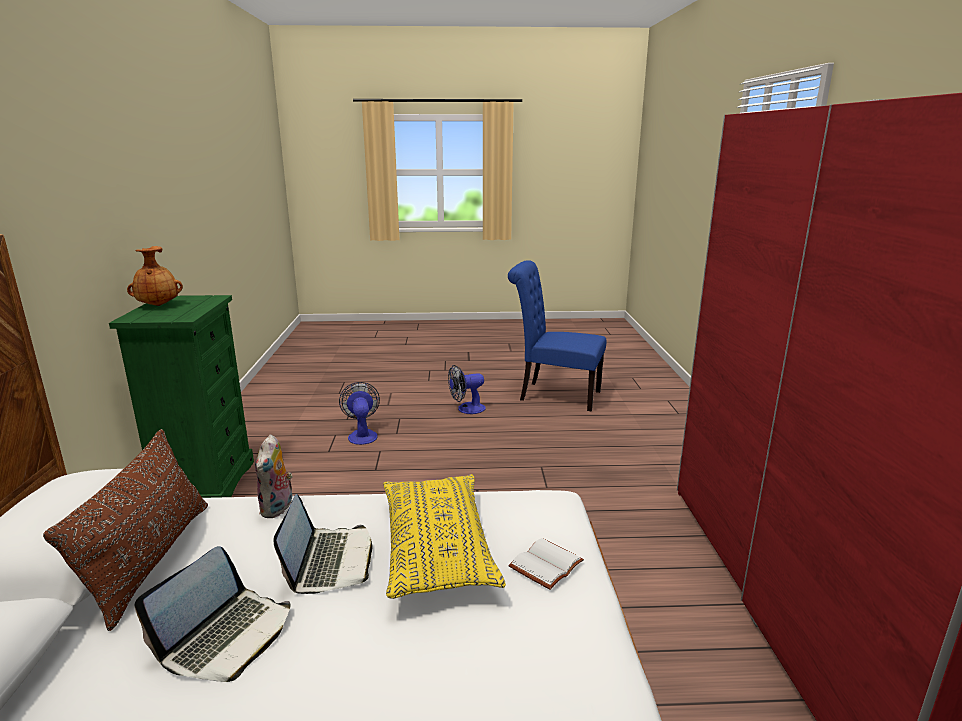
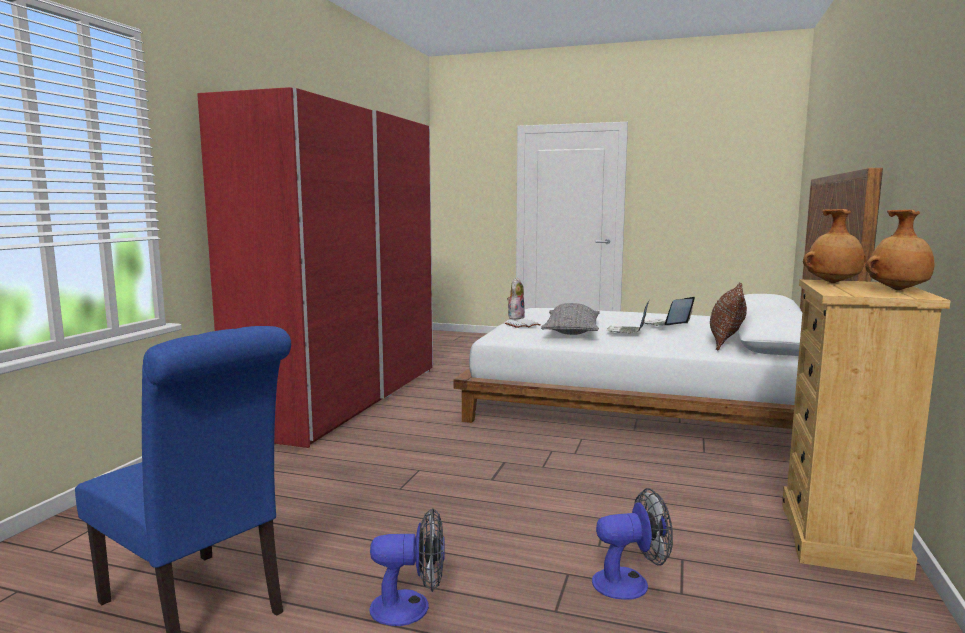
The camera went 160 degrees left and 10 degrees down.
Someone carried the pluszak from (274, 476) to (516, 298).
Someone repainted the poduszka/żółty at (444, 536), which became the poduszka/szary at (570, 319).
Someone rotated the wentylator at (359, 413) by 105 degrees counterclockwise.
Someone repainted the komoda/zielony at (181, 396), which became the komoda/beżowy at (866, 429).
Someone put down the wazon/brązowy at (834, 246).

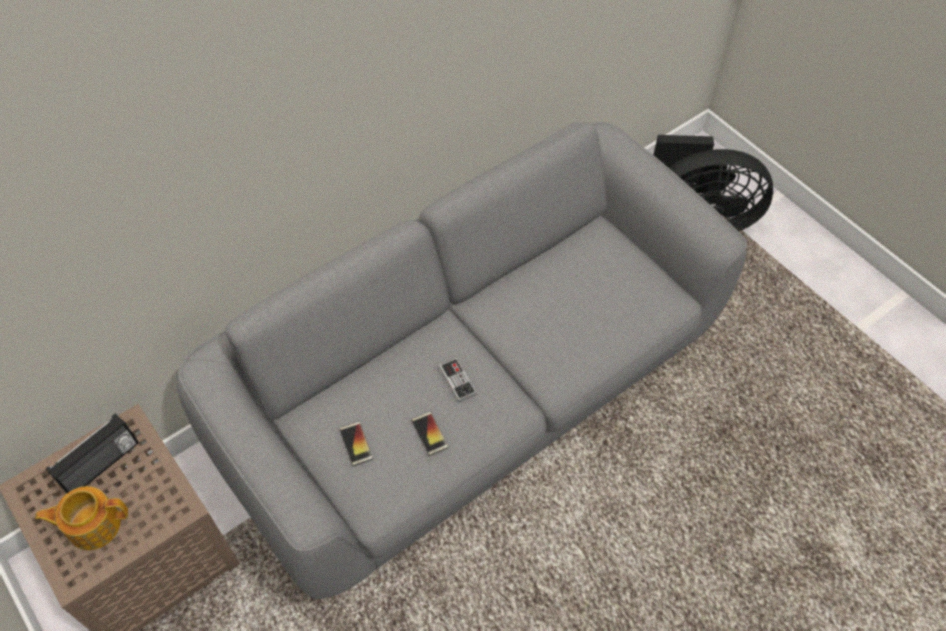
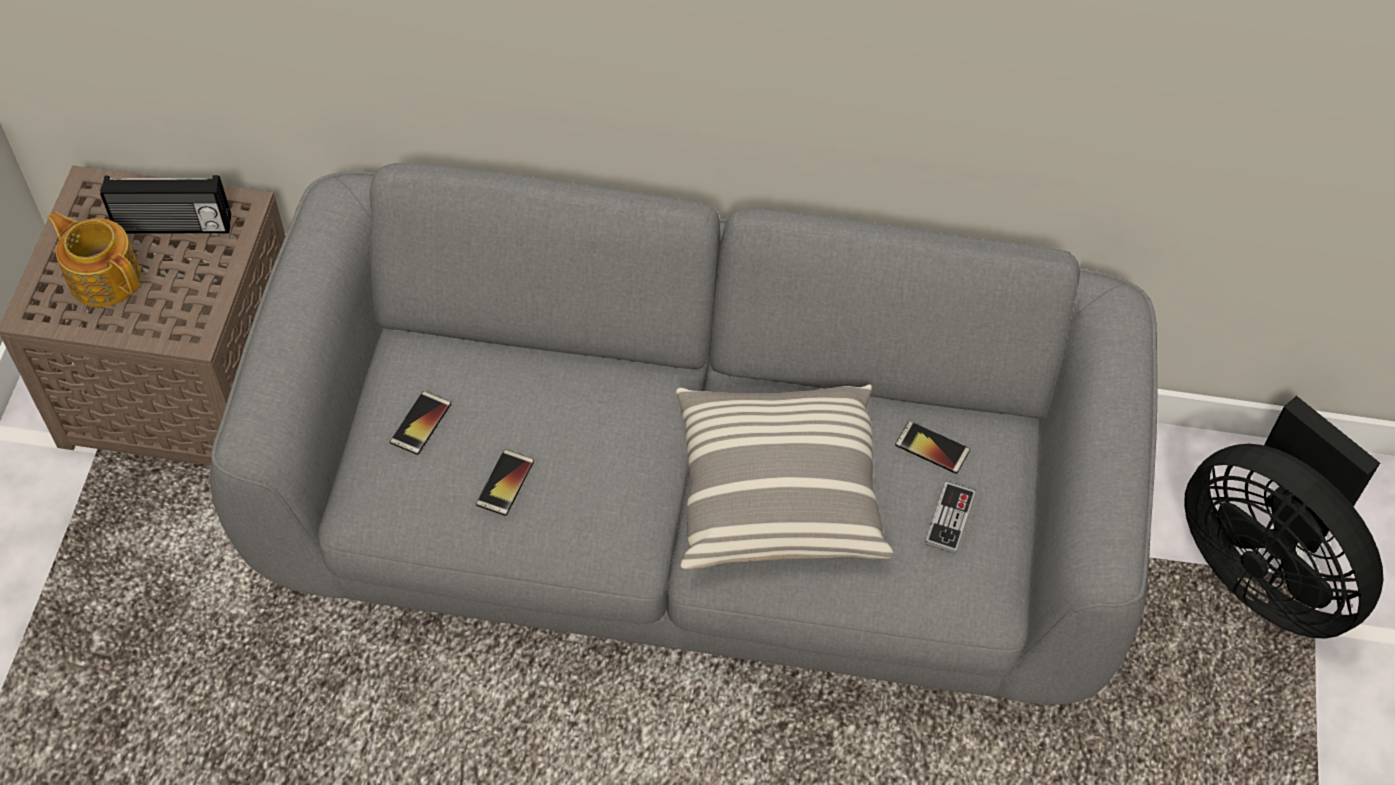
The camera went 45 degrees right and 0 degrees up.
Someone put down the poduszka at (784, 476).
Someone put down the telefon at (932, 447).
Someone carried the pad do gier from (458, 380) to (950, 517).

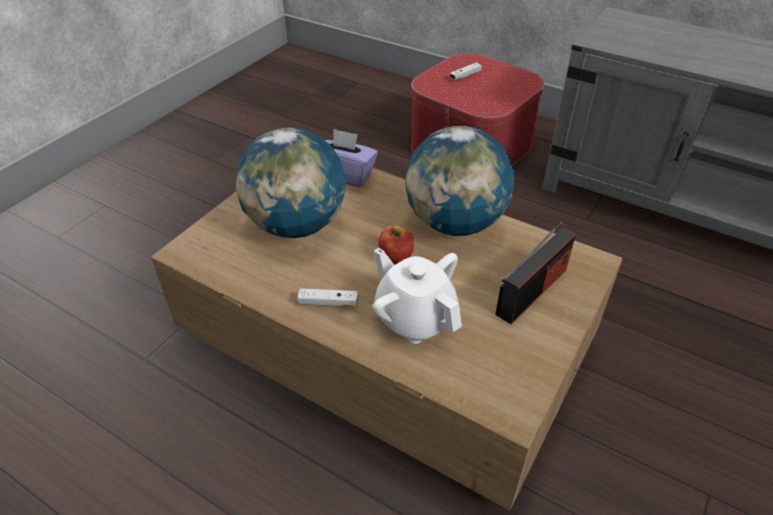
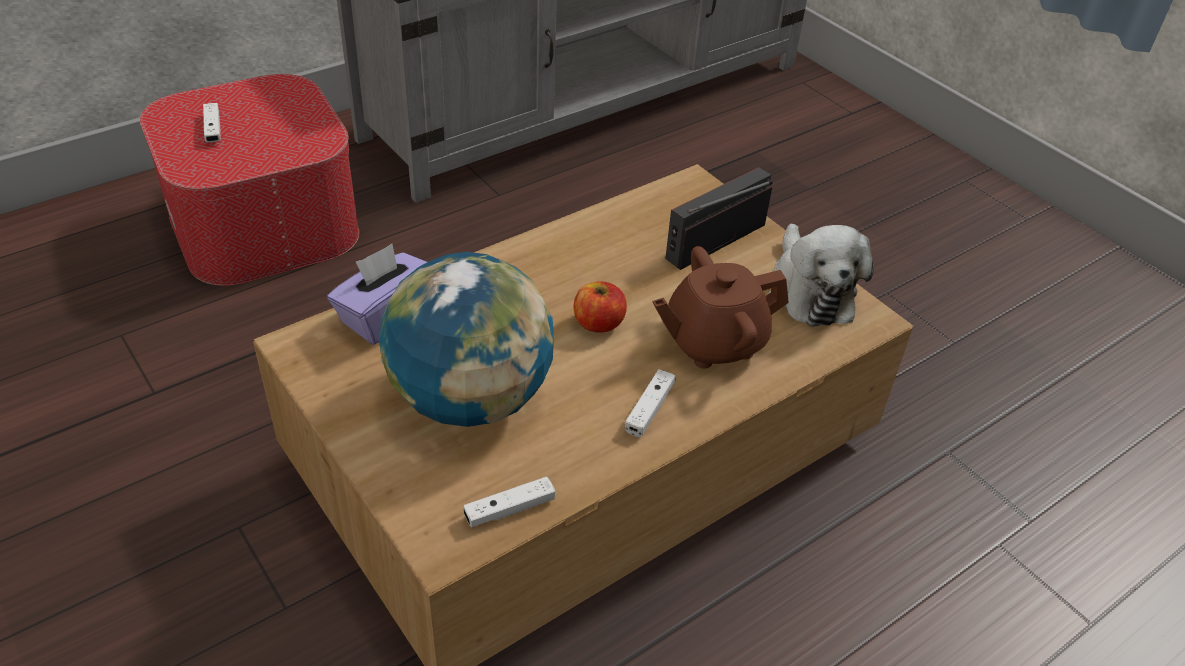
The camera went 70 degrees left and 0 degrees up.
Someone put down the pad do gier/biały at (509, 501).
Someone repainted the imbryk/biały at (417, 296), which became the imbryk/brązowy at (721, 307).
Someone rotated the radio at (535, 272) by 105 degrees counterclockwise.
Someone put down the pluszak at (821, 275).
Someone took away the globus at (460, 181).

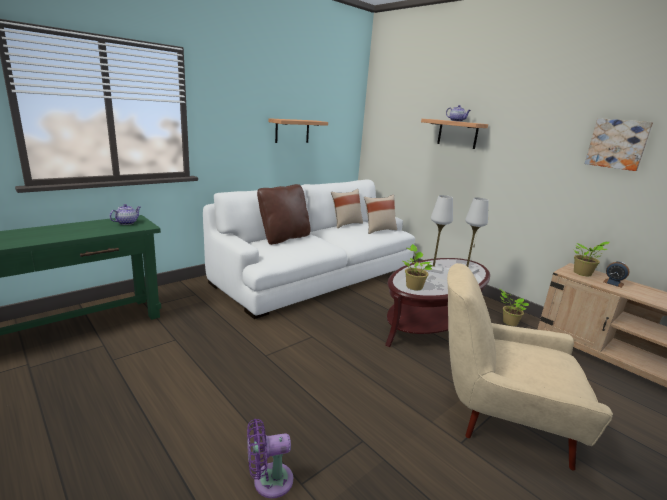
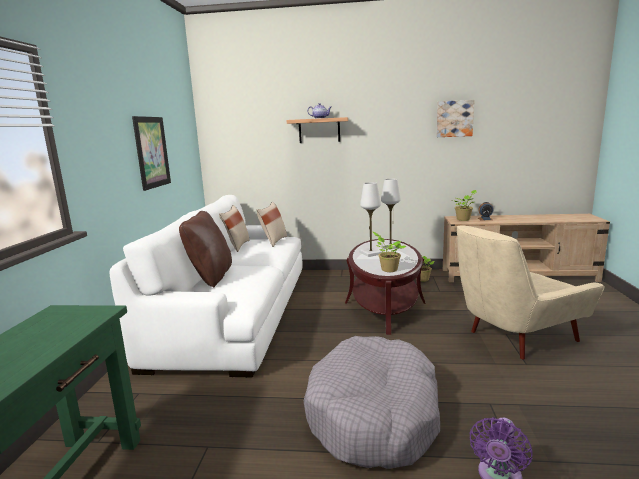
The camera went 40 degrees left and 5 degrees down.
Someone swapped the półka at (298, 130) for the obraz at (151, 153).
Someone put down the legowisko/szary at (372, 402).
Someone took away the imbryk at (124, 214).

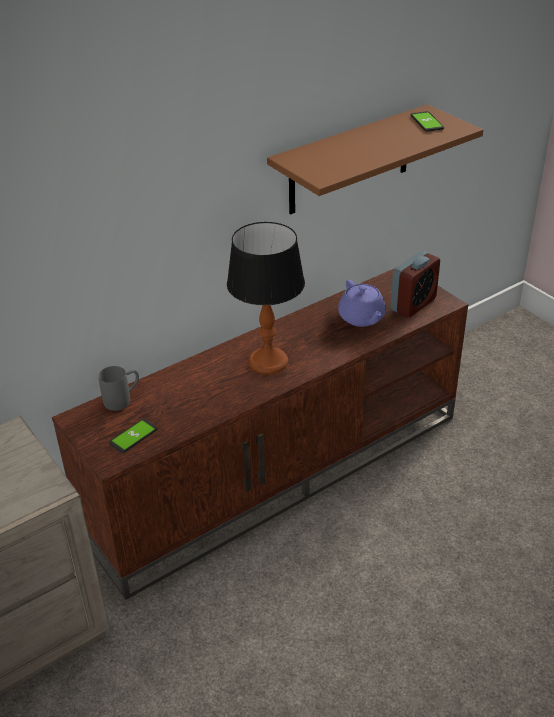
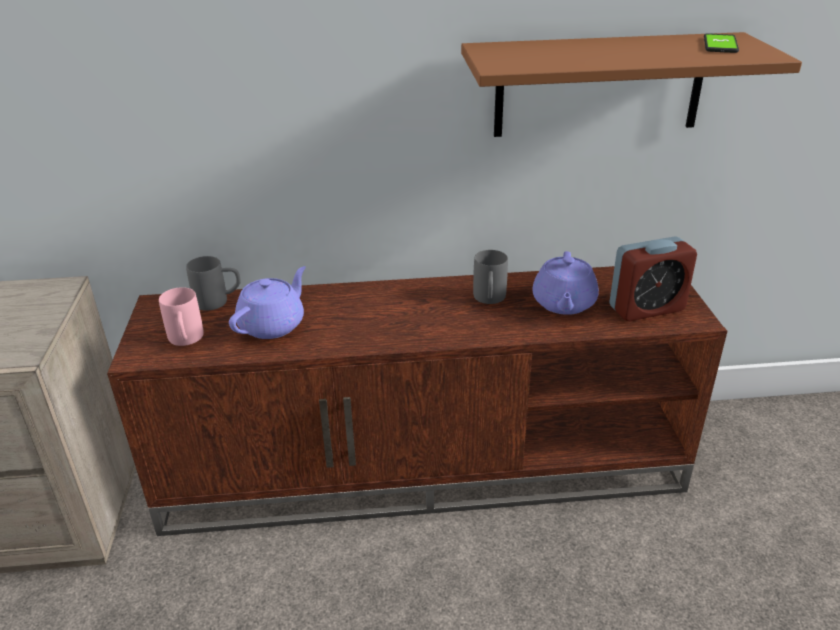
The camera went 30 degrees right and 5 degrees down.
Someone swapped the telefon at (133, 436) for the kubek/różowy at (181, 316).
Someone put down the imbryk/fioletowy at (267, 302).
Someone put down the kubek/szary at (490, 277).
Someone took away the lampa stołowa at (266, 298).

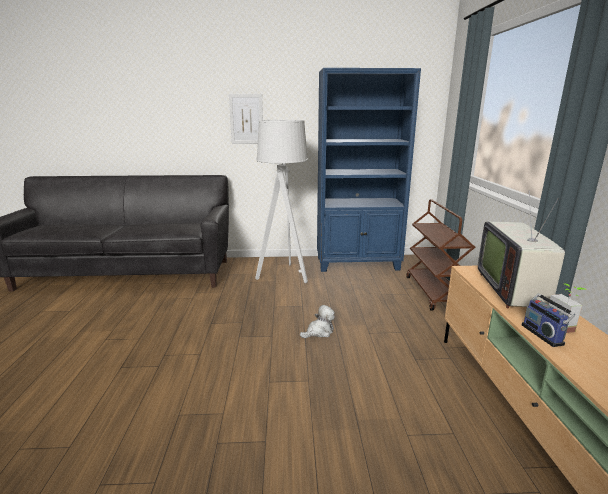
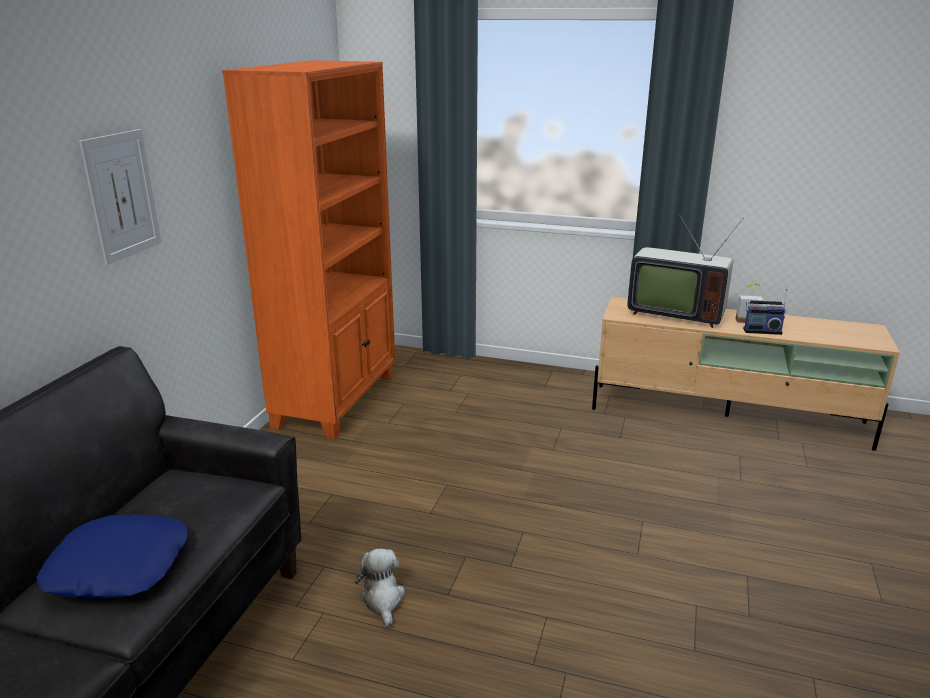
The camera went 70 degrees left and 5 degrees up.
Someone put down the poduszka/niebieski at (111, 556).
Someone repainted the regał/niebieski at (369, 170), which became the regał/pomarańczowy at (308, 249).
Someone carried the pluszak from (317, 321) to (380, 587).
Someone took away the lampa stojąca/szary at (281, 201).
Someone took away the wózek/brązowy at (440, 255).

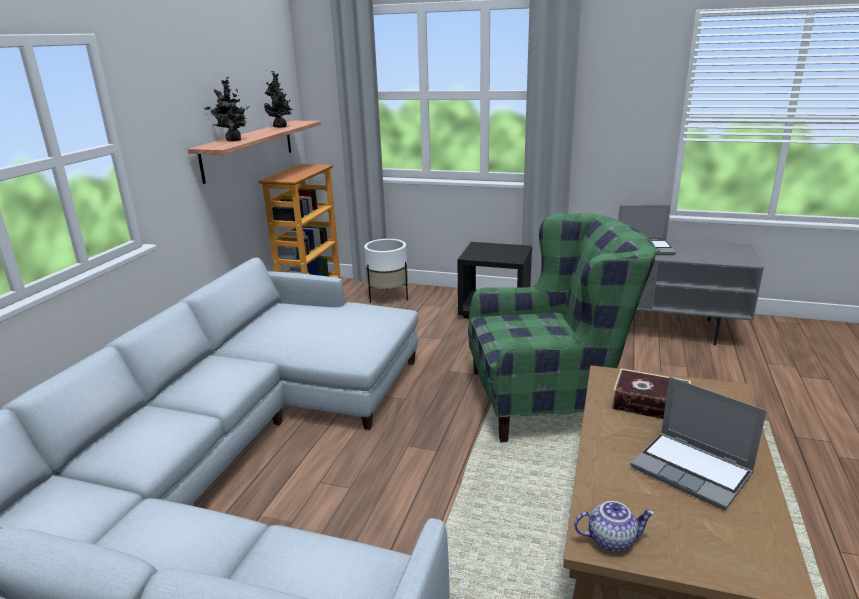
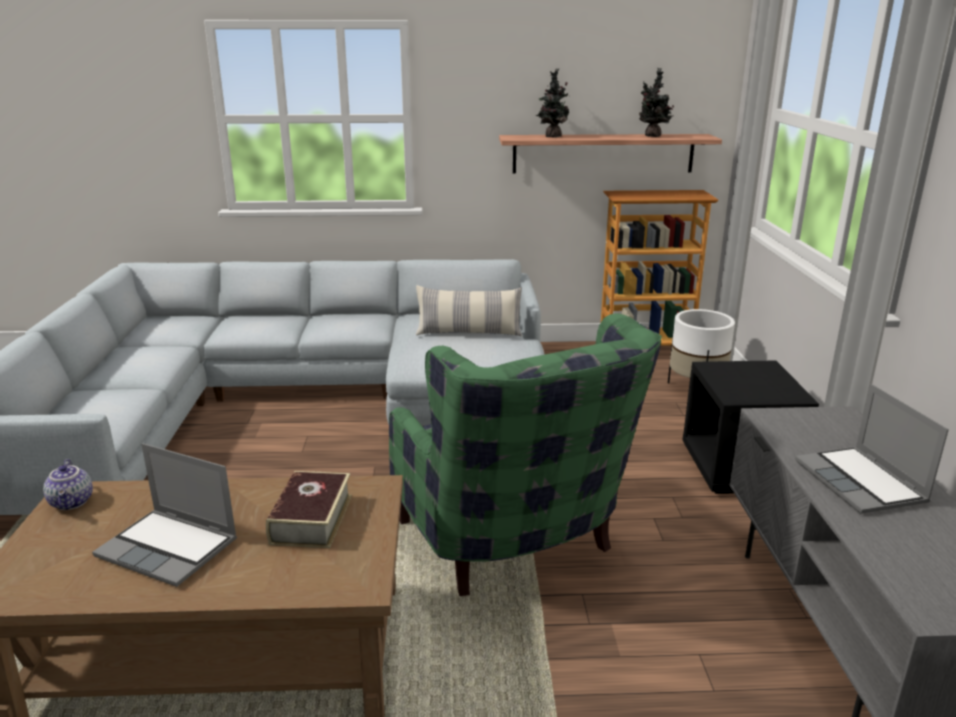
The camera went 70 degrees right and 0 degrees up.
Someone rotated the laptop at (699, 443) by 90 degrees counterclockwise.
Someone put down the poduszka at (469, 310).

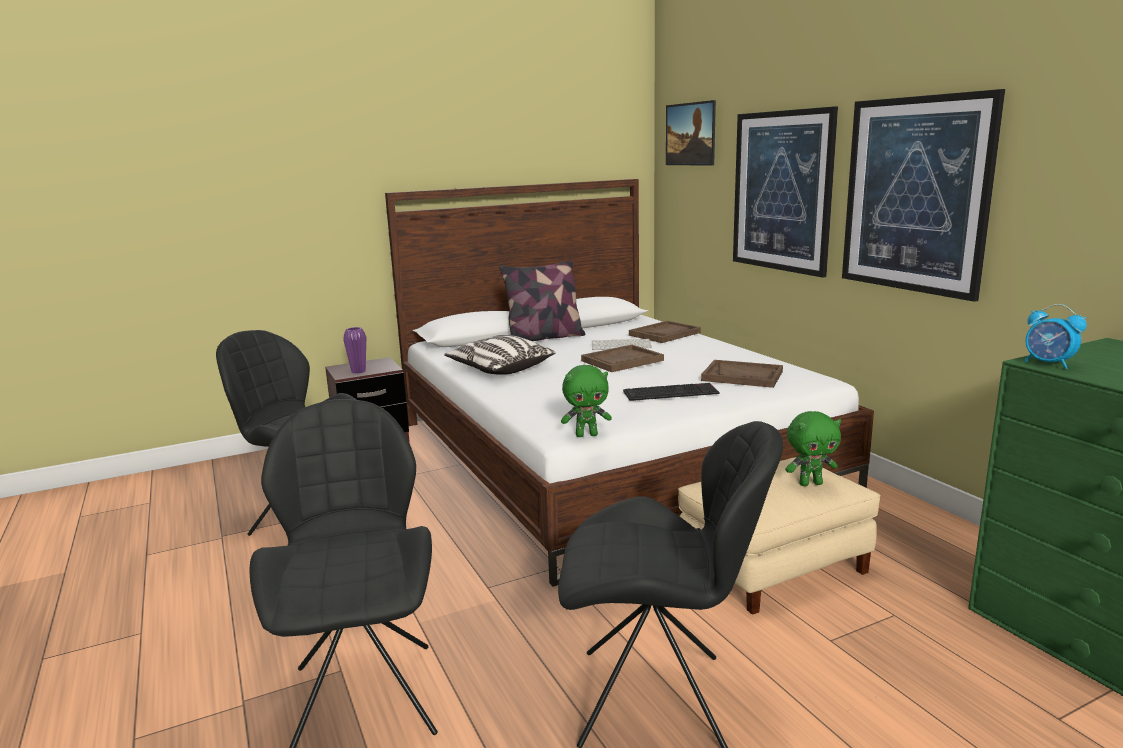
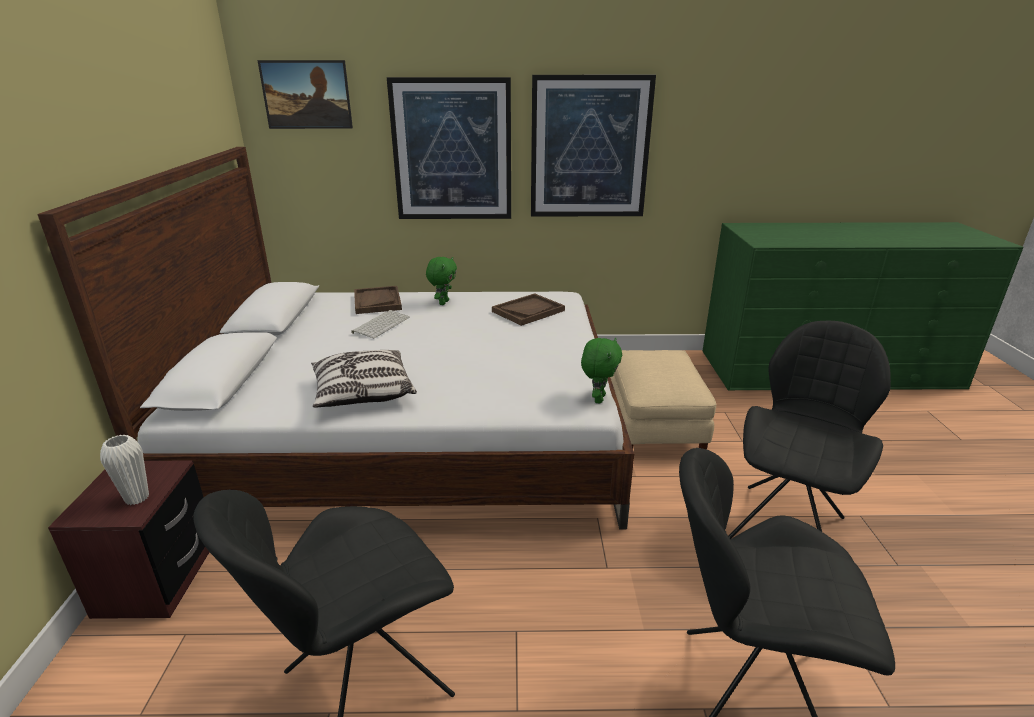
The camera went 65 degrees left and 10 degrees up.
Someone repainted the wazon/fioletowy at (354, 350), which became the wazon/biały at (124, 470).
Someone carried the pluszak/zielony from (813, 448) to (441, 281).
Someone took away the poduszka at (542, 300).
Someone took away the taca/brązowy at (622, 358).
Someone took away the klawiatura at (671, 392).
Someone took away the budzik at (1055, 336).

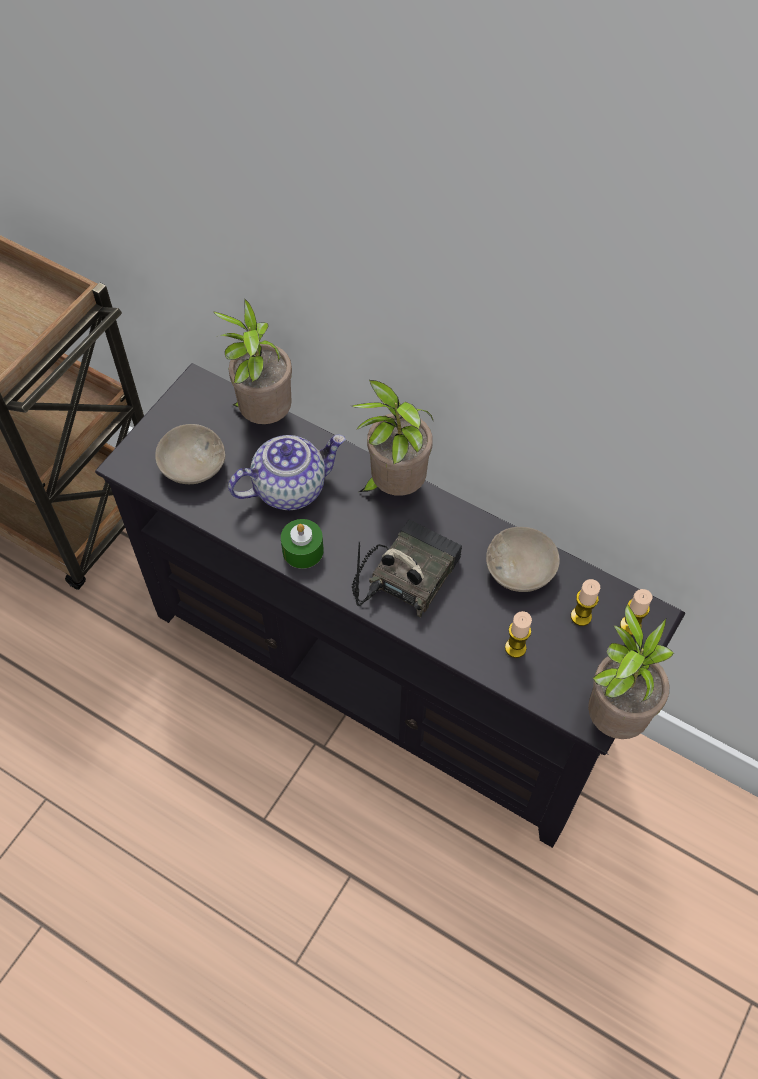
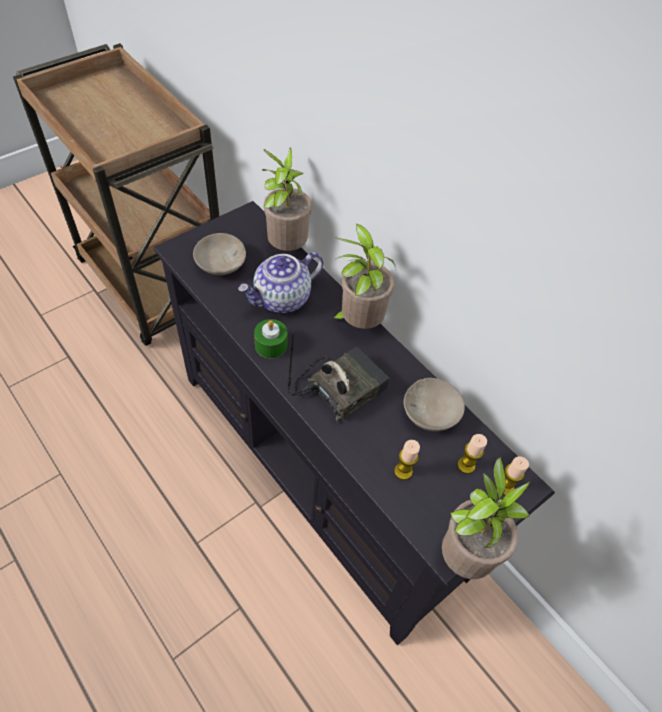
The camera went 15 degrees right and 5 degrees down.
Someone rotated the imbryk at (287, 472) by 150 degrees clockwise.

